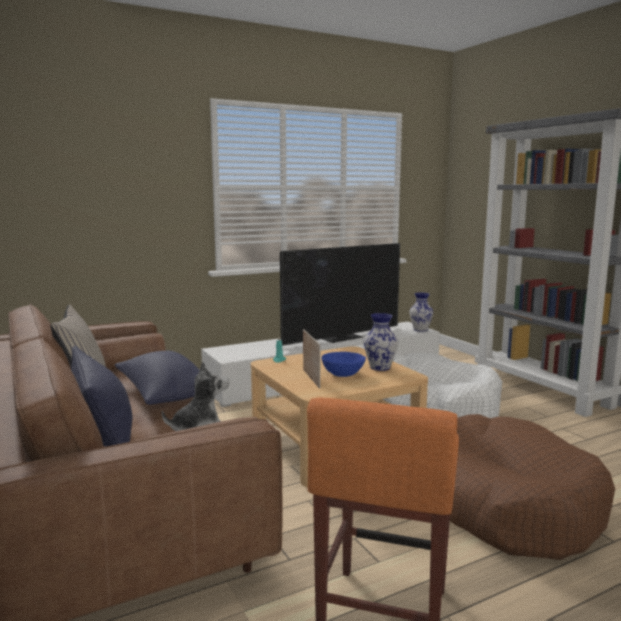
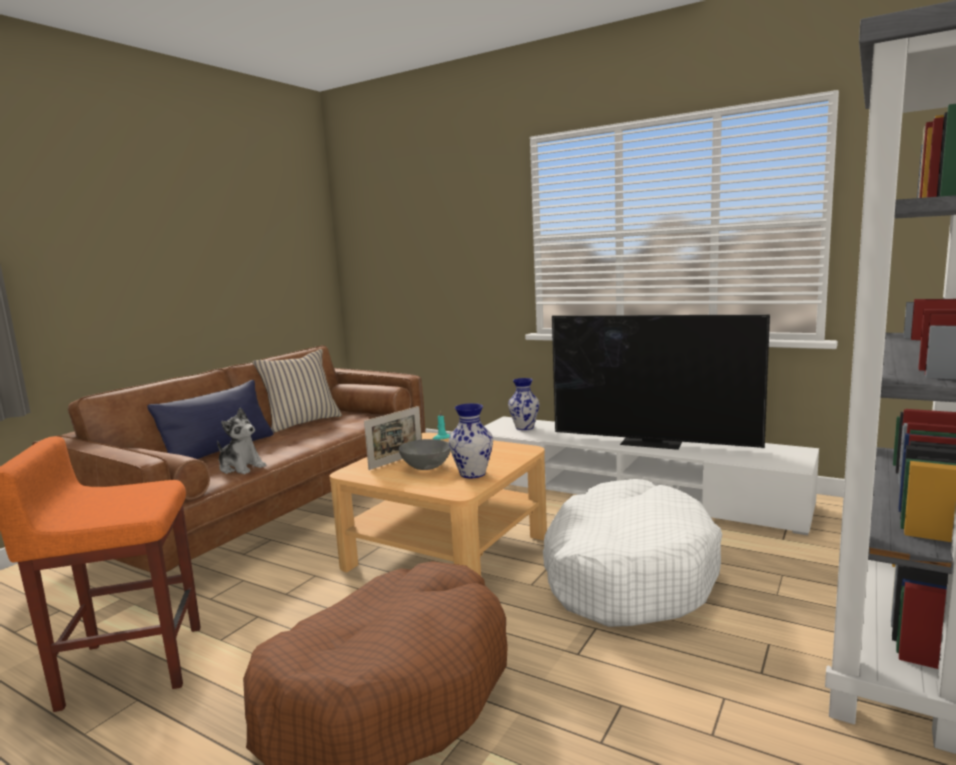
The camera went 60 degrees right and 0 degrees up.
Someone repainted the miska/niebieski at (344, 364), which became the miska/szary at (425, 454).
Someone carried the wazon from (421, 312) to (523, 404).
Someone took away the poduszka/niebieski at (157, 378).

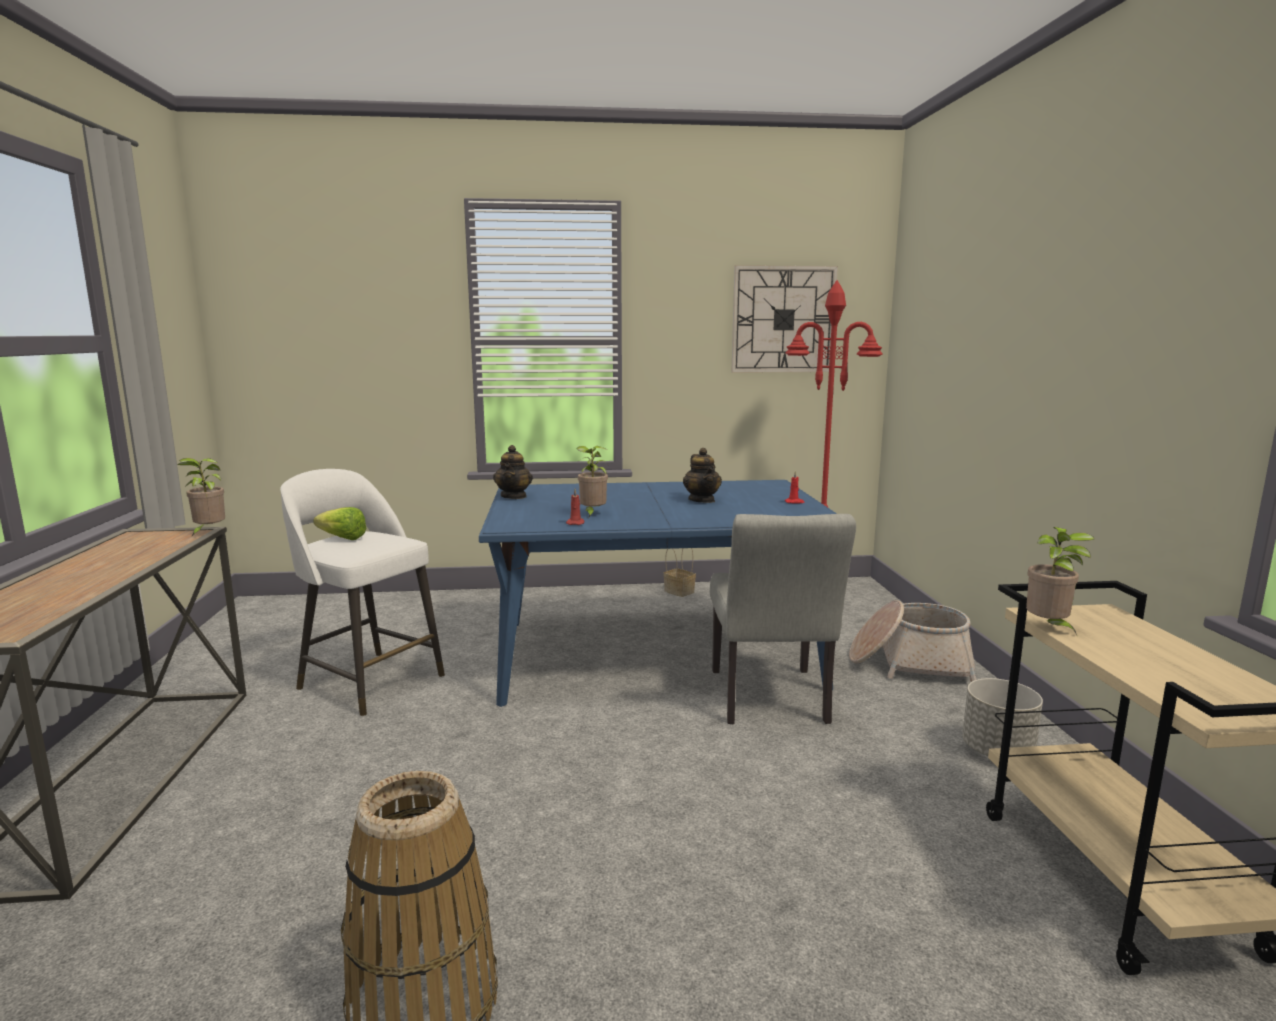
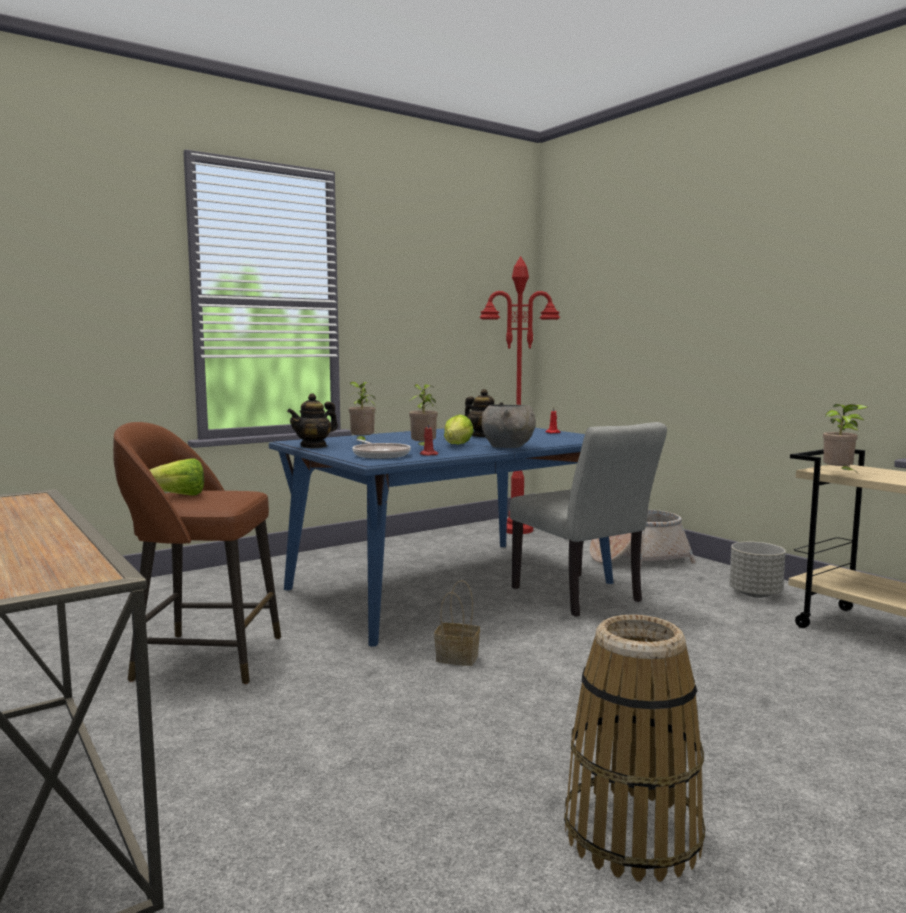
The camera went 30 degrees left and 5 degrees down.
Someone repainted the stołek/biały at (362, 592), which became the stołek/brązowy at (197, 553).
Someone rotated the imbryk at (513, 472) by 75 degrees clockwise.
Someone carried the roślina doniczkowa from (201, 497) to (362, 413).
Someone put down the patelnia at (381, 449).
Someone carried the koszyk from (679, 572) to (457, 623).
Someone put down the sałata at (459, 429).
Someone put down the miska/szary at (508, 426).
Someone took away the zegar ścienny at (784, 319).

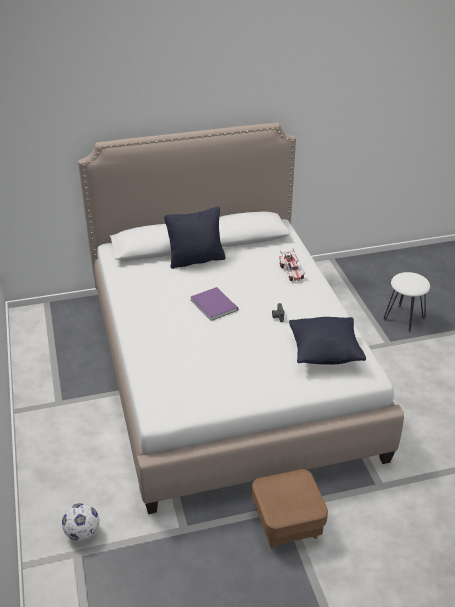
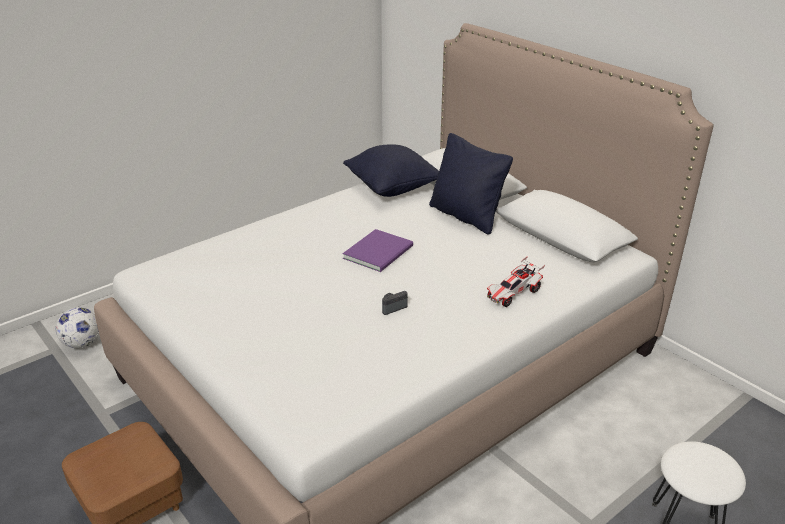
The camera went 65 degrees right and 5 degrees down.
Someone carried the poduszka/czarny from (327, 340) to (391, 170).

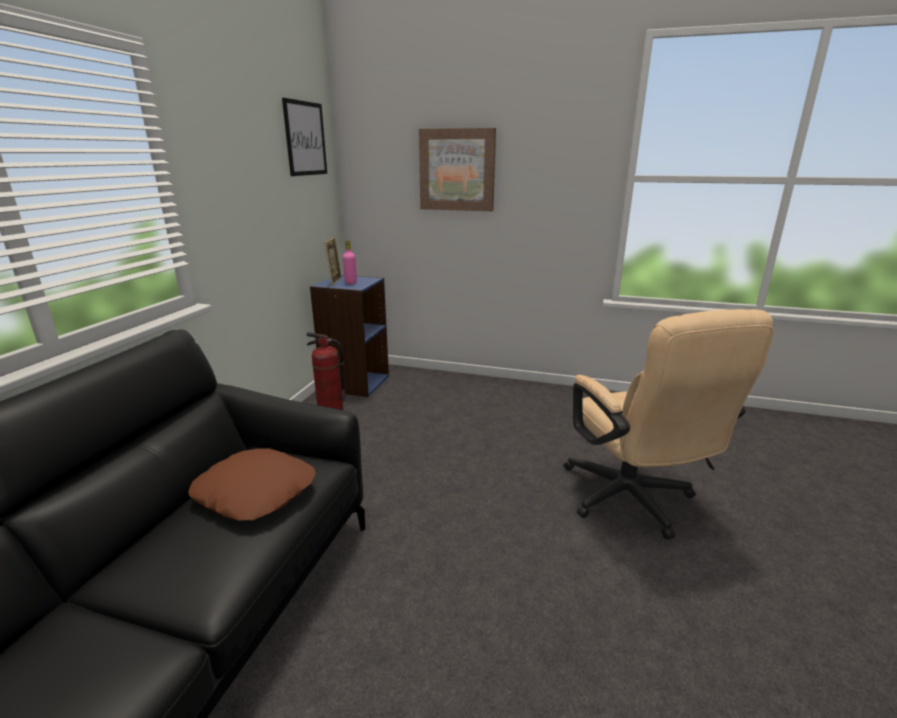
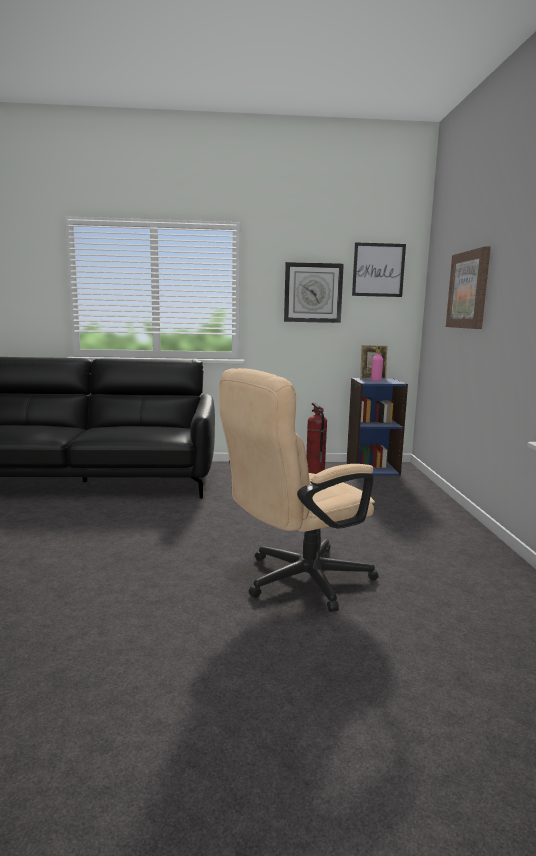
The camera went 70 degrees right and 10 degrees down.
Someone put up the zegar ścienny at (314, 292).
Someone took away the poduszka/brązowy at (252, 484).

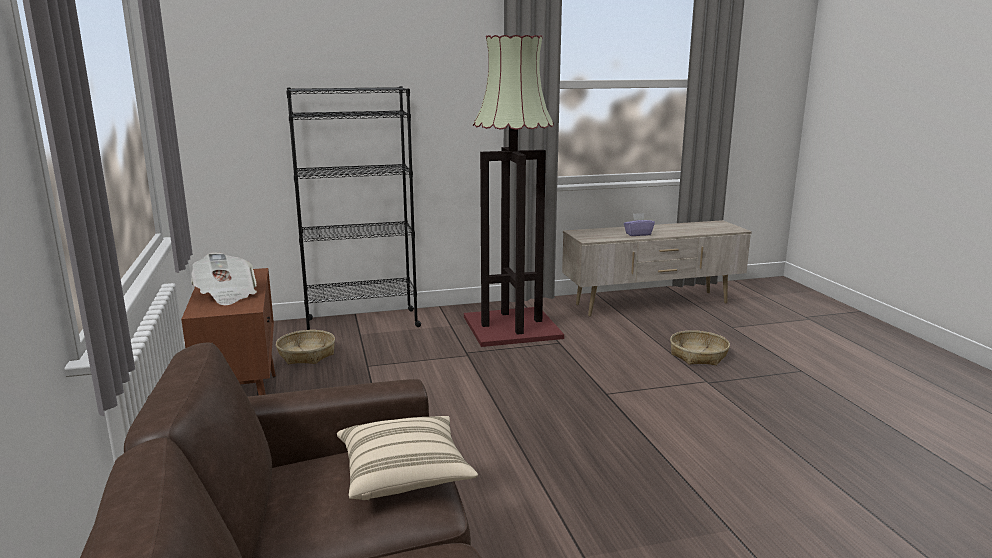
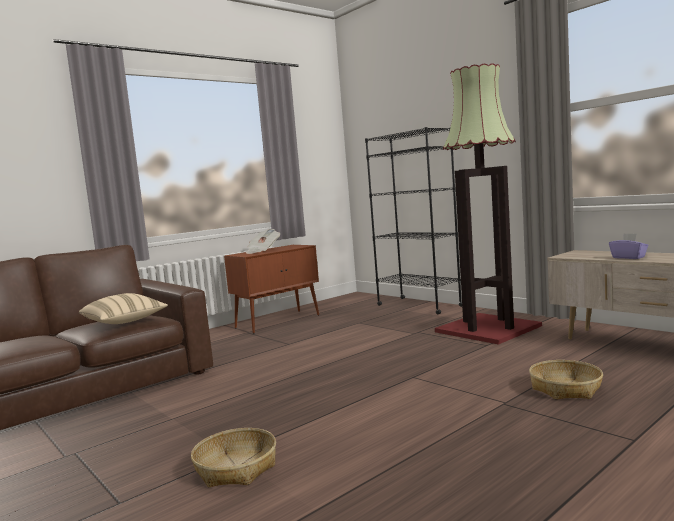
The camera went 65 degrees right and 10 degrees down.
Someone carried the koszyk from (305, 347) to (233, 457).

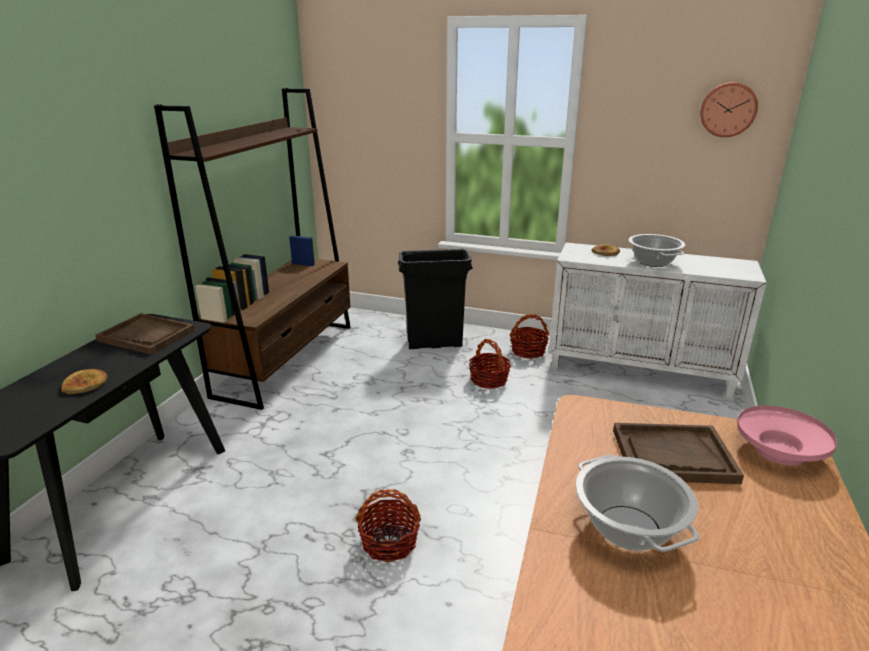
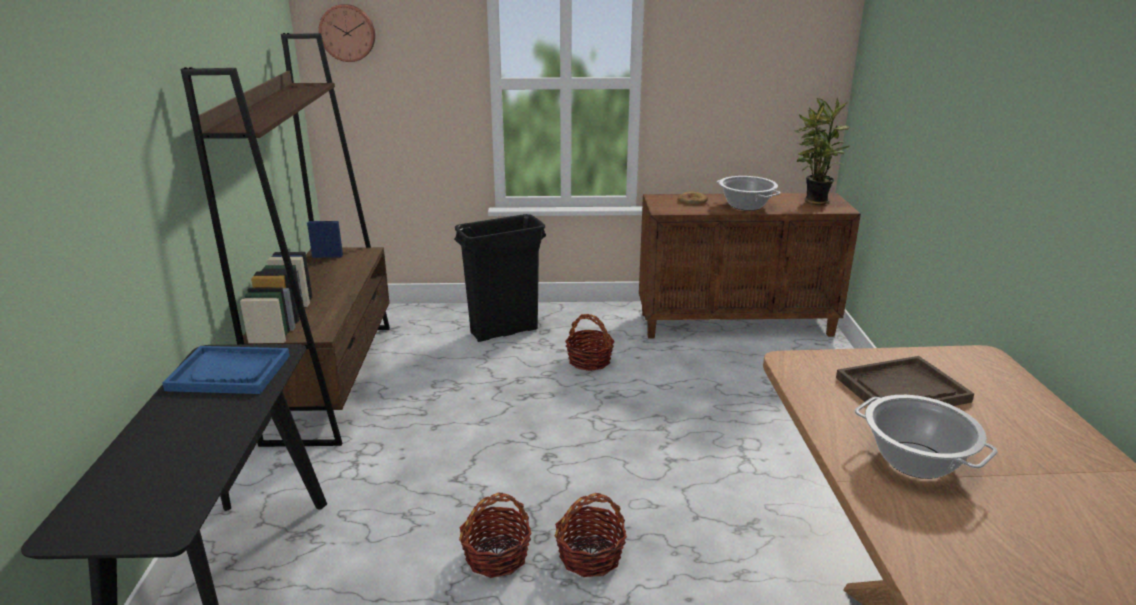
The camera went 20 degrees left and 0 degrees up.
Someone repainted the taca/brązowy at (145, 334), which became the taca/niebieski at (226, 370).
Someone carried the zegar ścienny from (729, 109) to (347, 33).
Someone carried the koszyk from (529, 336) to (495, 535).
Someone repainted the szafka/biały at (658, 320), which became the szafka/brązowy at (750, 265).
Someone put down the roślina doniczkowa at (821, 151).
Someone took away the chleb at (84, 381).
Someone took away the miska/różowy at (787, 435).

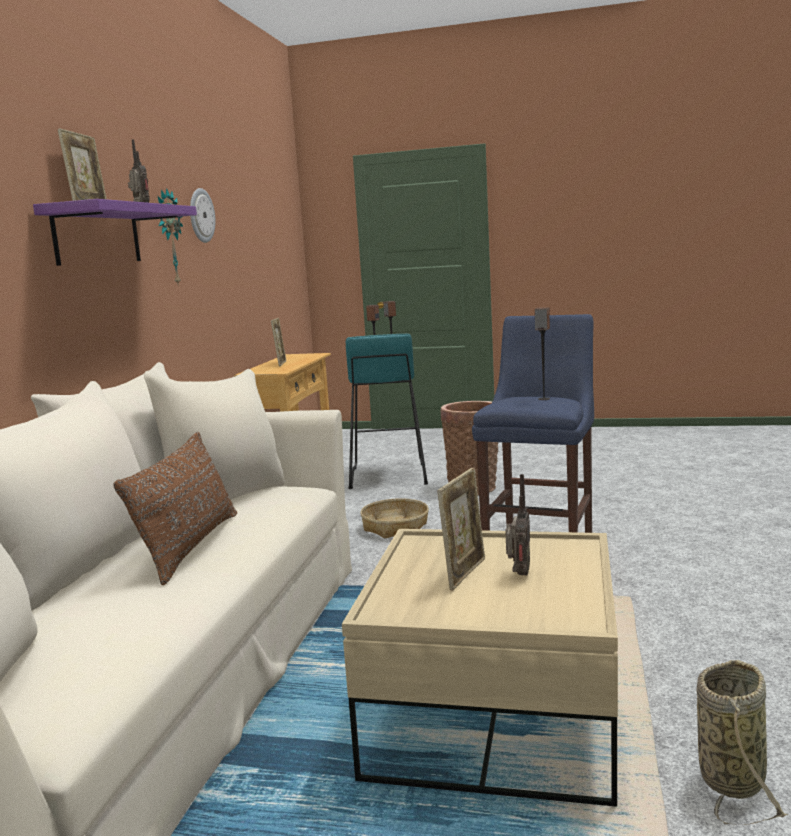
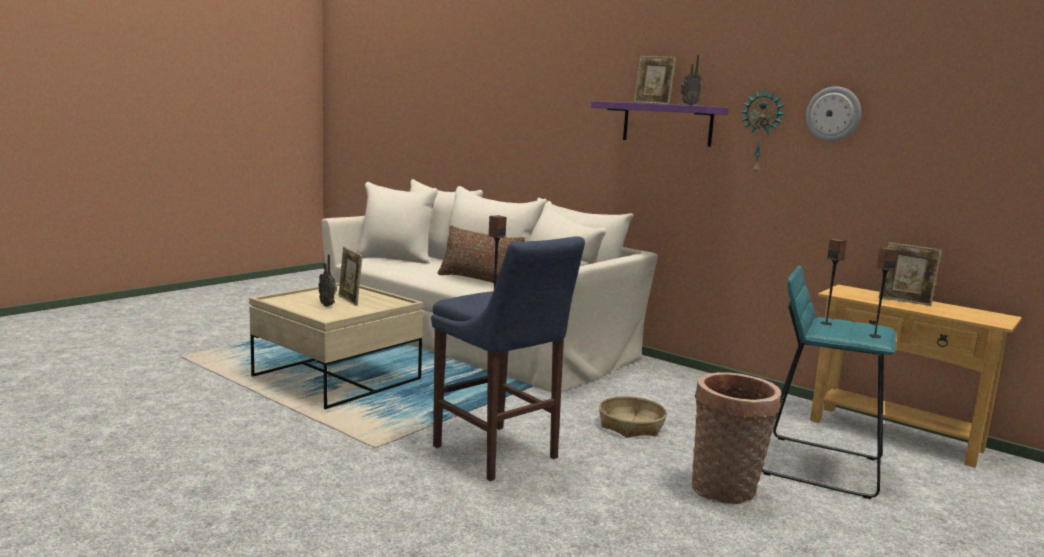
The camera went 115 degrees right and 0 degrees up.
Someone took away the koszyk at (742, 742).

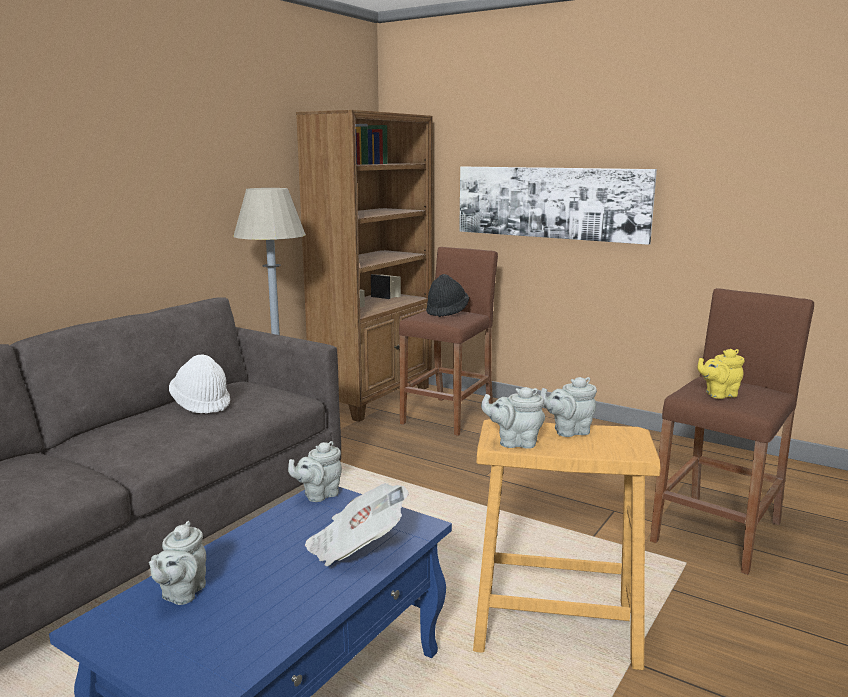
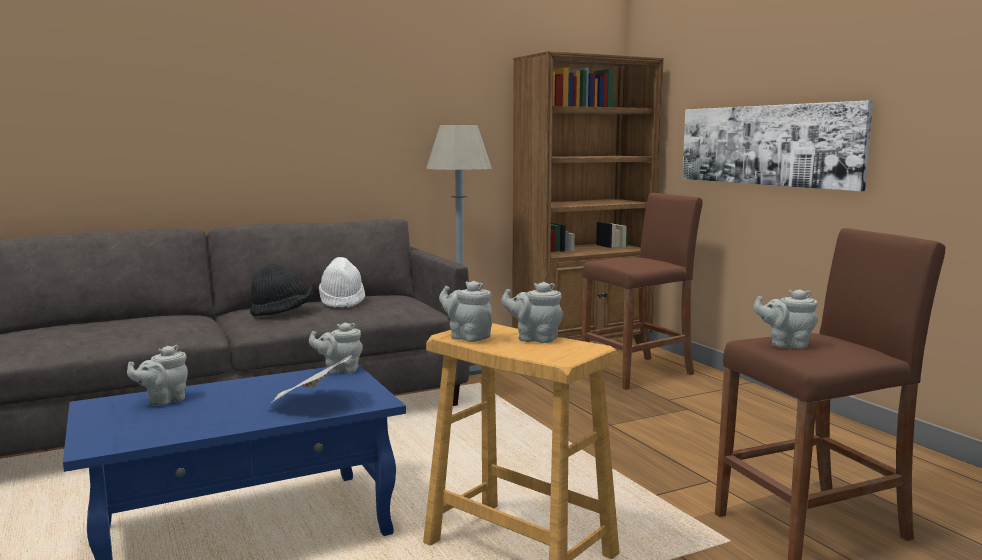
The camera went 30 degrees right and 5 degrees down.
Someone carried the kapelusz/czarny from (447, 295) to (281, 290).
Someone repainted the imbryk/żółty at (721, 374), which became the imbryk/szary at (785, 319).

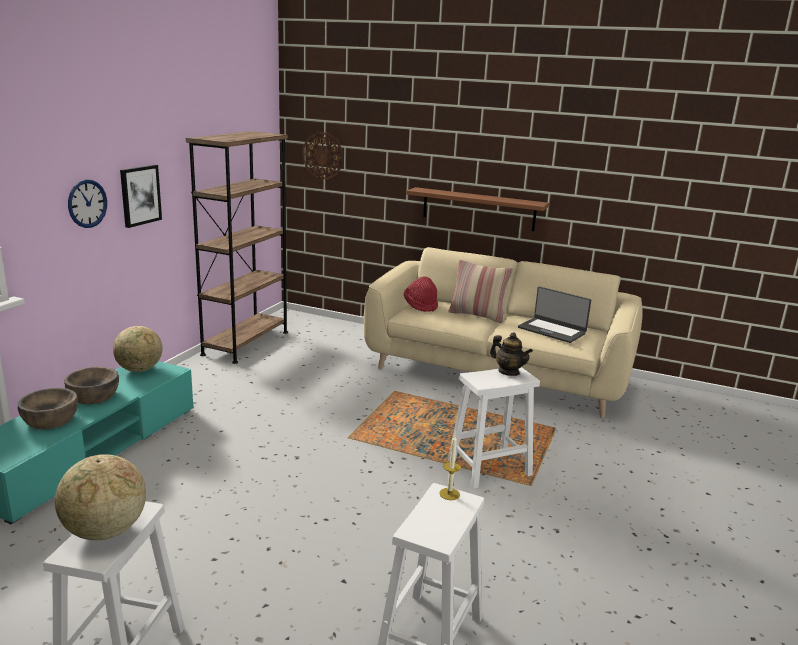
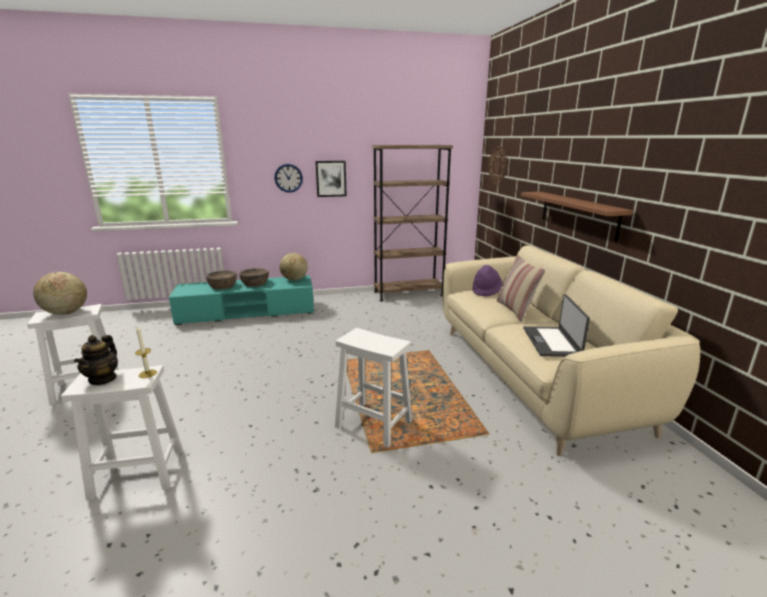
The camera went 55 degrees right and 0 degrees up.
Someone carried the imbryk from (511, 354) to (96, 360).
Someone repainted the kapelusz/czerwony at (421, 294), which became the kapelusz/fioletowy at (487, 281).

